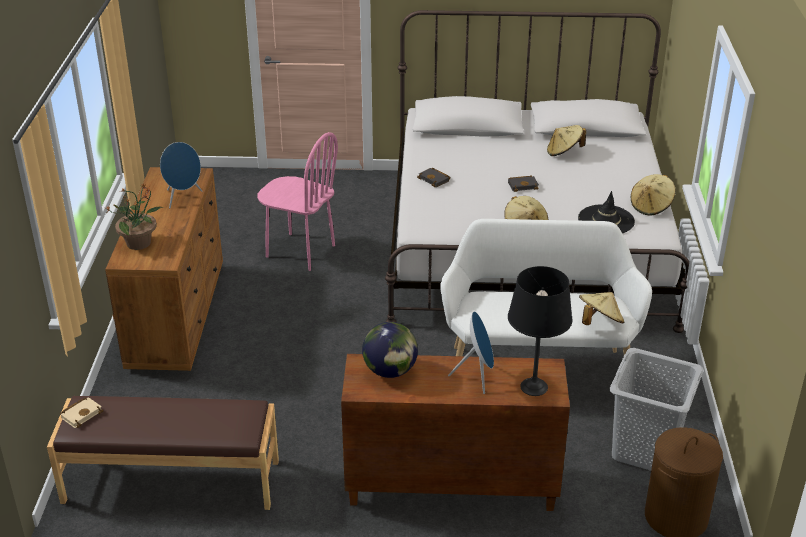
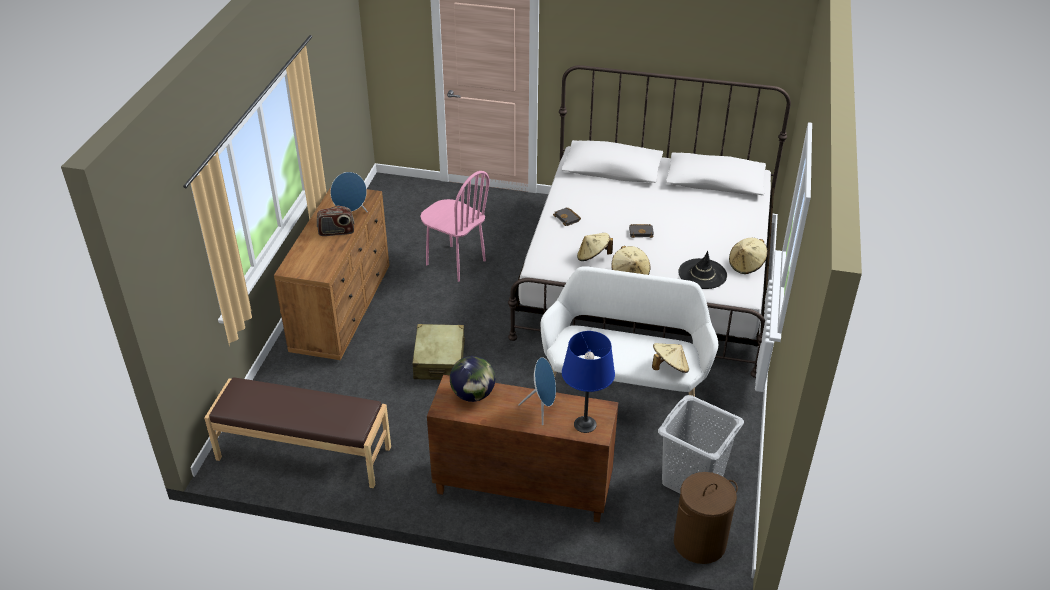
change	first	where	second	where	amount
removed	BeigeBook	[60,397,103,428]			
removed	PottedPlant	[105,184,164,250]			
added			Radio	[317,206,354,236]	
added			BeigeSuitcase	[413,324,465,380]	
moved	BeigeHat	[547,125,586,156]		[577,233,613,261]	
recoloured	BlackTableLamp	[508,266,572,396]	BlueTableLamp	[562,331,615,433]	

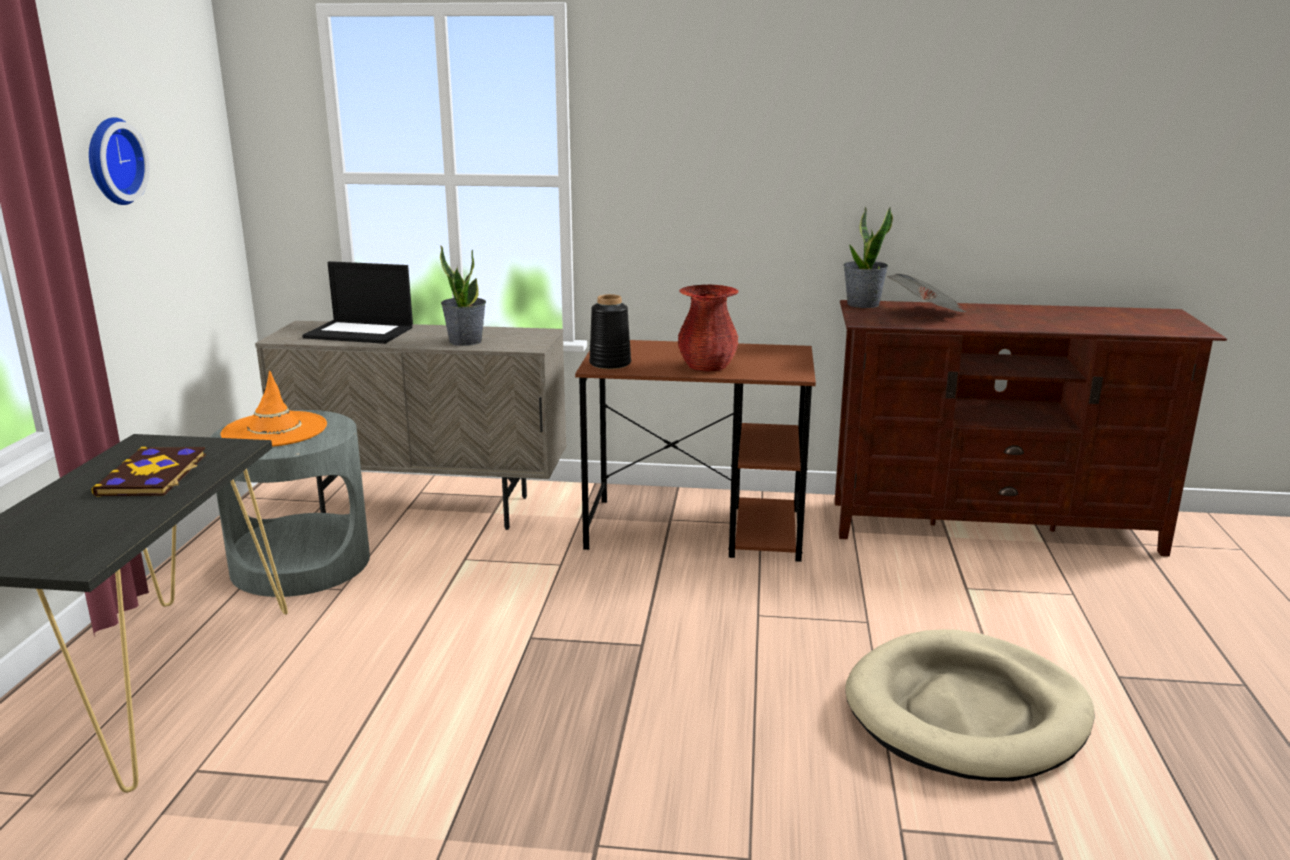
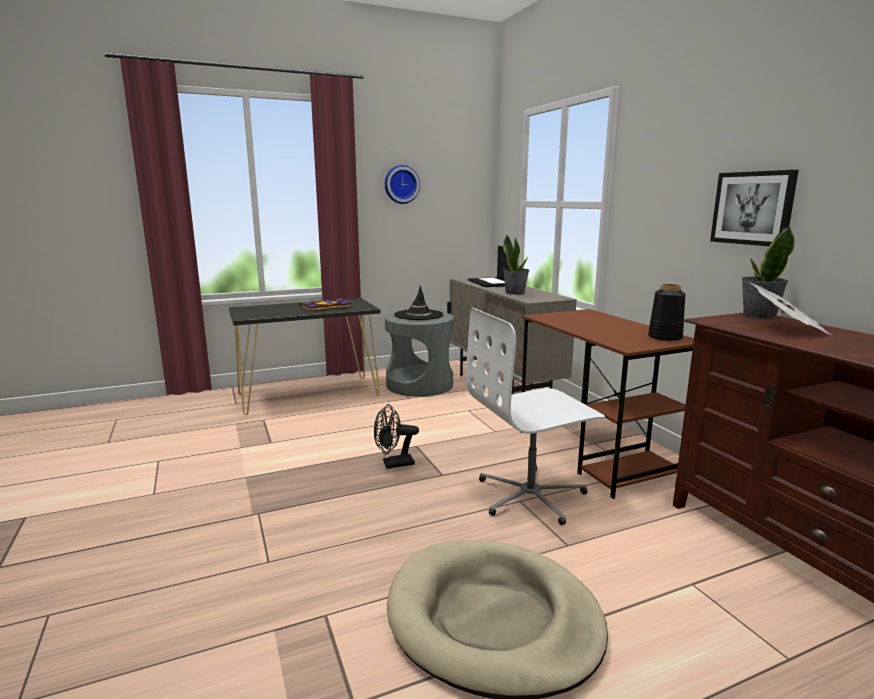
change	first	where	second	where	amount
removed	RedVase	[677,285,738,372]			
added			BlackFan	[374,404,419,469]	
added			WhiteOfficeChair	[466,308,605,525]	
added			Picture	[710,170,799,246]	
moved	BlackVase	[589,294,631,369]		[648,283,686,341]	
recoloured	OrangeHat	[220,371,327,447]	BlackHat	[394,285,444,320]	

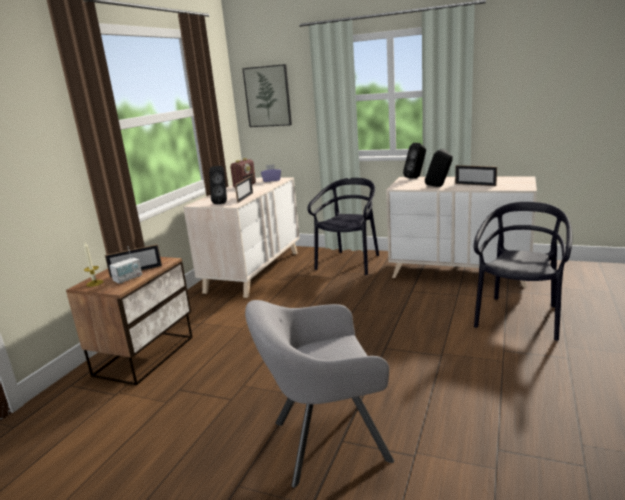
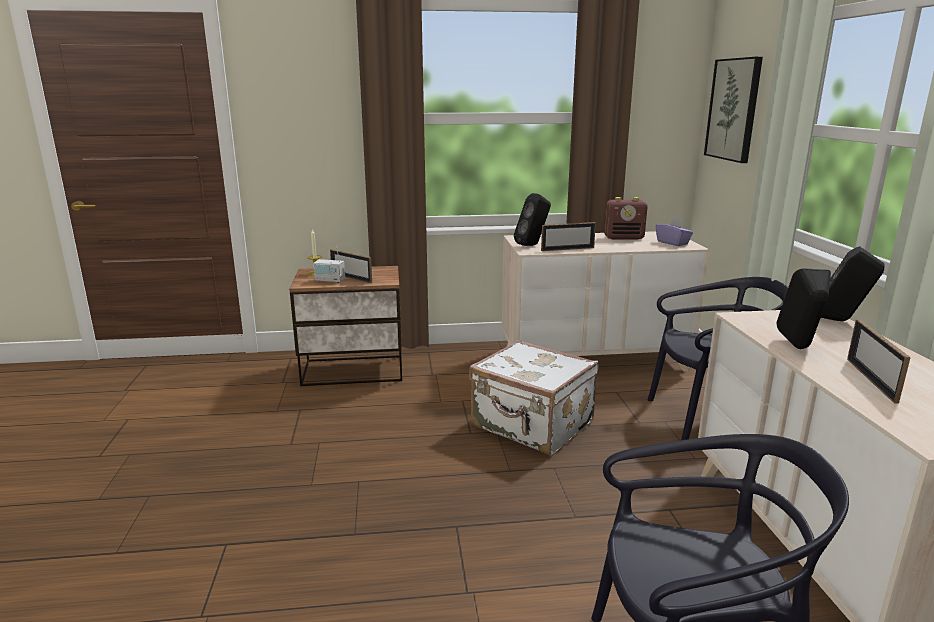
change	first	where	second	where	amount
removed	GreyArmchair	[245,300,394,488]			
added			WhiteSuitcase	[469,340,598,455]	

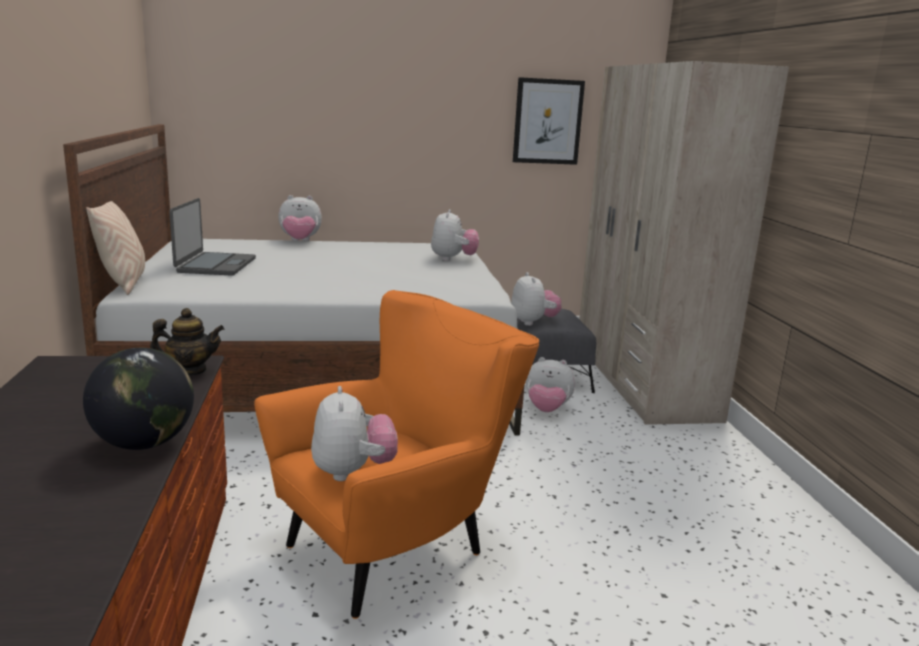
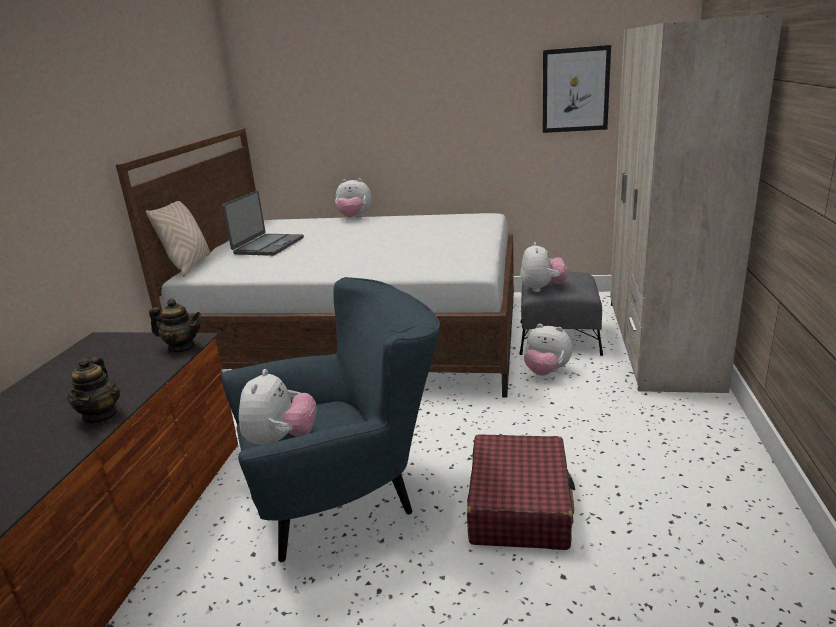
change	first	where	second	where	amount
removed	PlushToy	[431,209,479,261]			
added			RedSuitcase	[467,434,575,550]	
replaced	Globe	[83,348,194,450]	Teapot	[67,357,120,424]	
recoloured	OrangeArmchair	[254,290,539,619]	BlueArmchair	[221,277,440,562]	

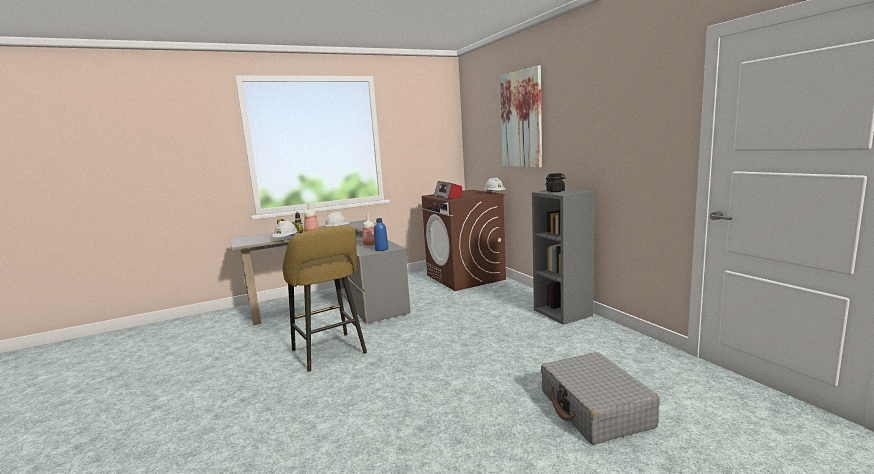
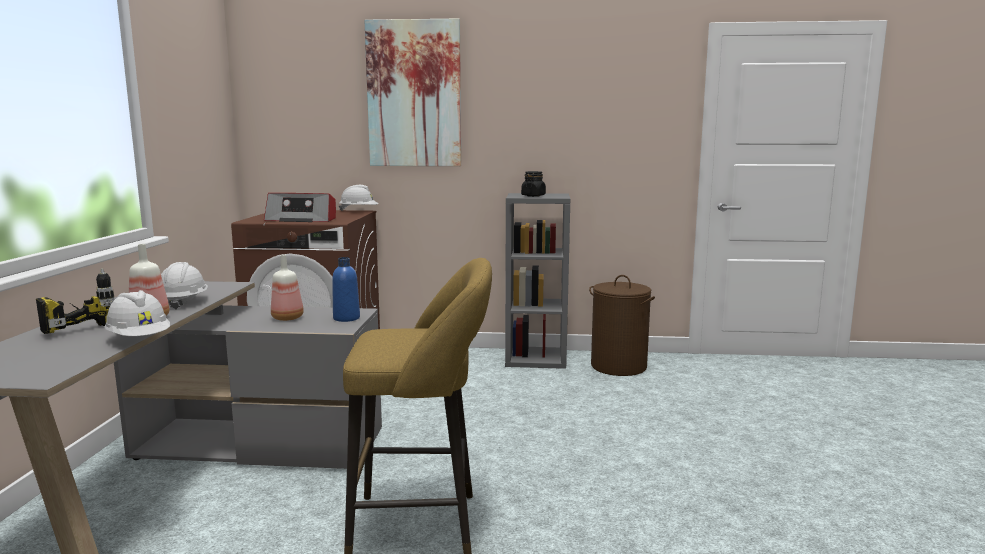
change	first	where	second	where	amount
removed	GreySuitcase	[541,352,660,445]			
added			BrownLaundryBasket	[589,275,655,376]	

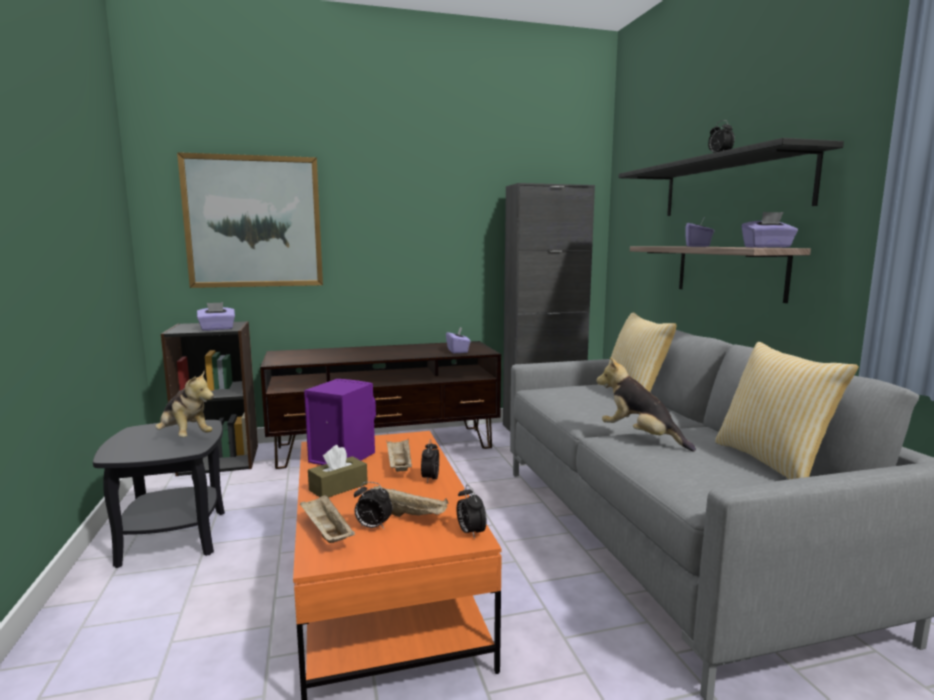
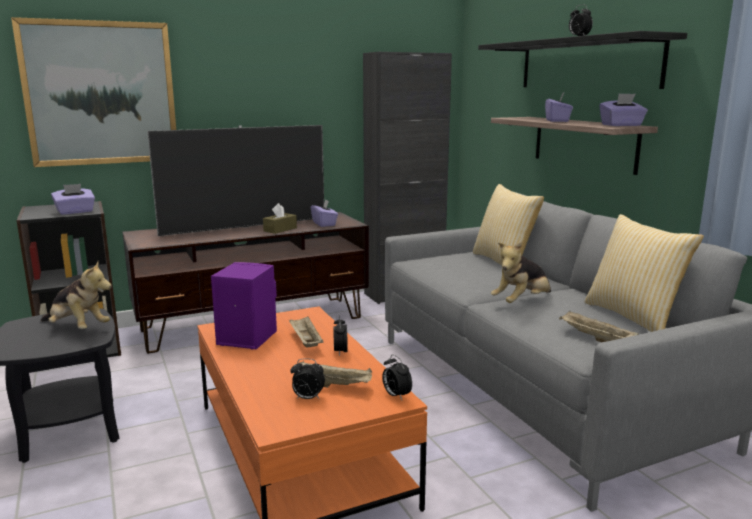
change	first	where	second	where	amount
added			Television	[147,125,324,236]	
moved	BeigeTray	[299,494,355,543]		[559,311,639,342]	
moved	BrownTissueBox	[308,445,368,498]		[263,203,297,234]	
turned	PlushToy	[596,357,696,451]		[491,242,551,303]	75 degrees counterclockwise

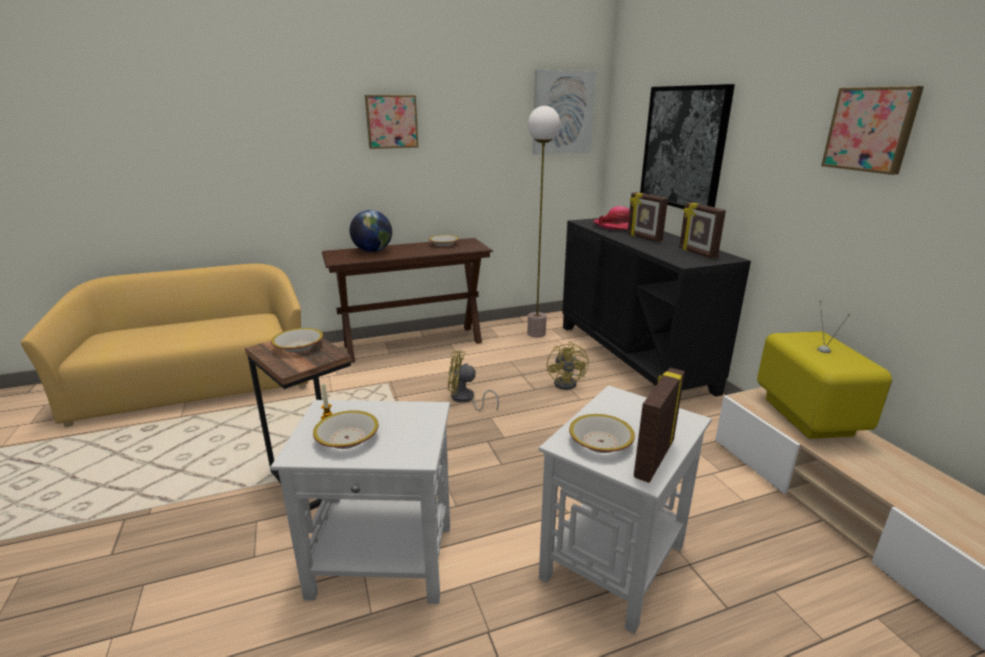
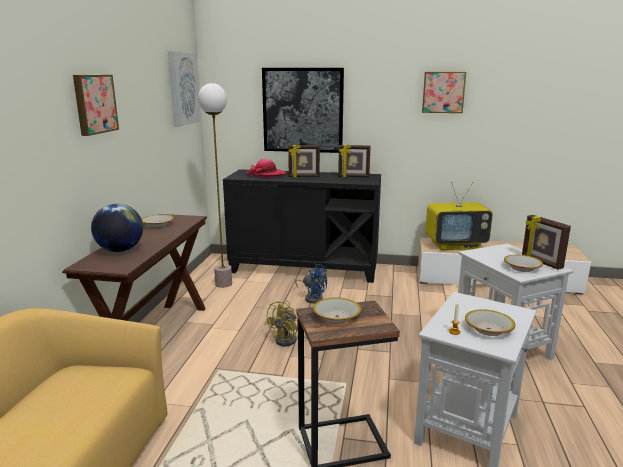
change	first	where	second	where	amount
recoloured	YellowFan	[547,341,589,390]	BlueFan	[295,263,327,303]	
turned	Television	[757,300,892,439]		[425,182,493,250]	150 degrees clockwise

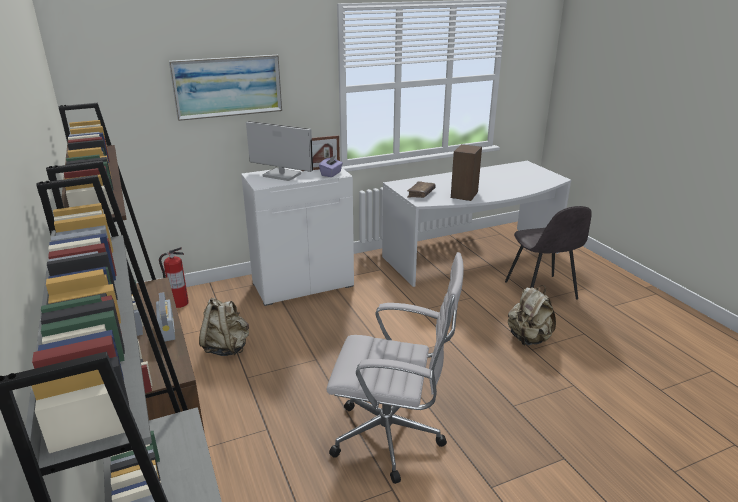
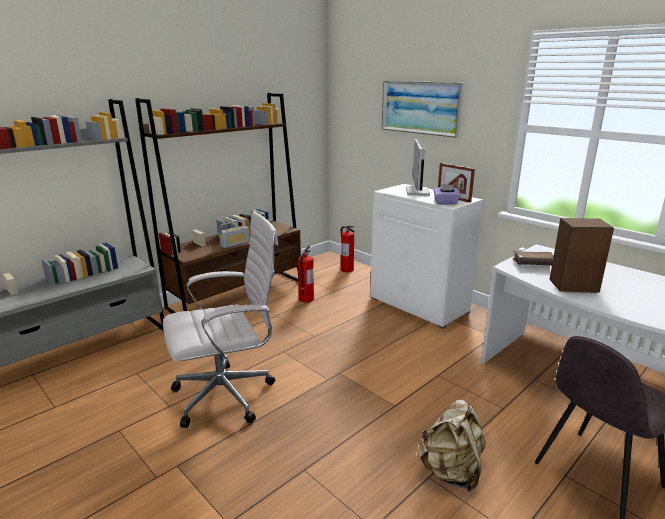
change	first	where	second	where	amount
replaced	BeigeBackpack	[199,298,249,356]	FireExtinguisher	[298,245,314,303]	
turned	WhiteOfficeChair	[326,252,464,484]		[163,211,279,428]	105 degrees counterclockwise

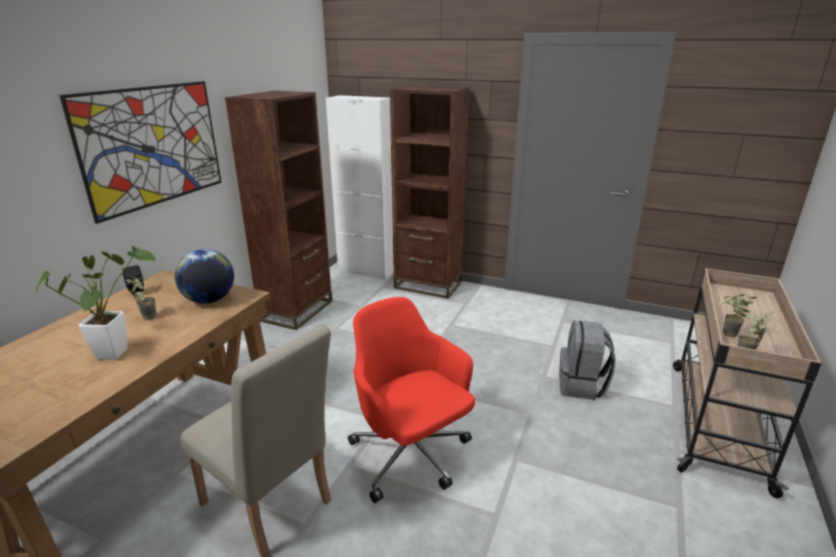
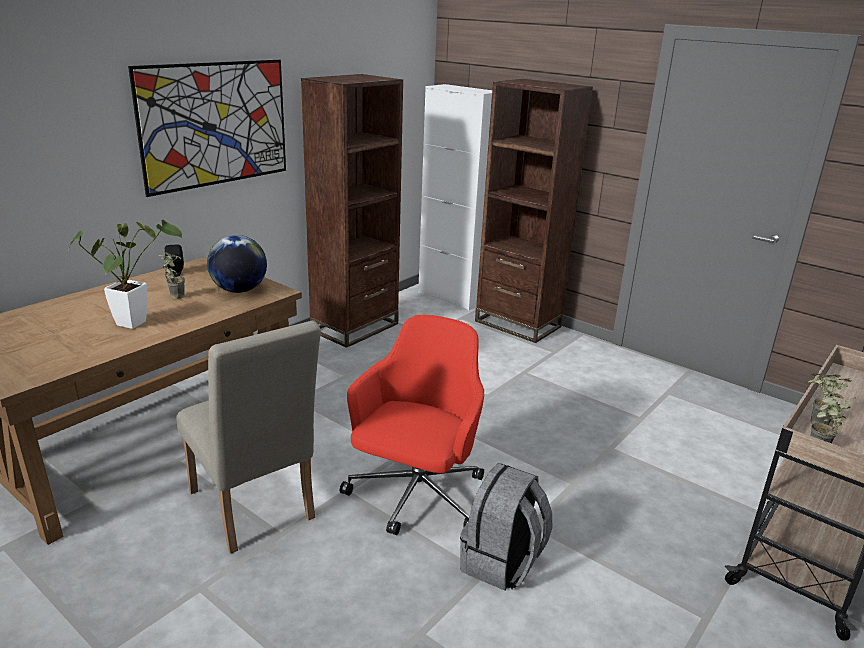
change	first	where	second	where	amount
moved	GreyBackpack	[559,321,615,400]		[460,463,552,591]	
turned	RedOfficeChair	[348,297,475,503]		[340,315,484,535]	45 degrees clockwise

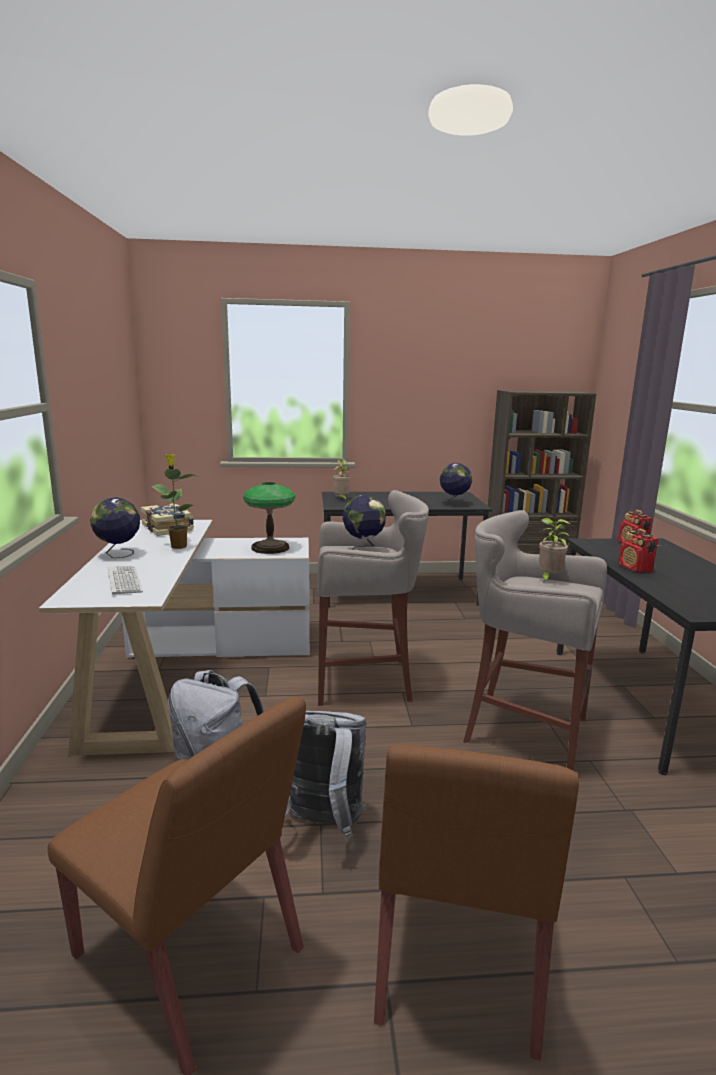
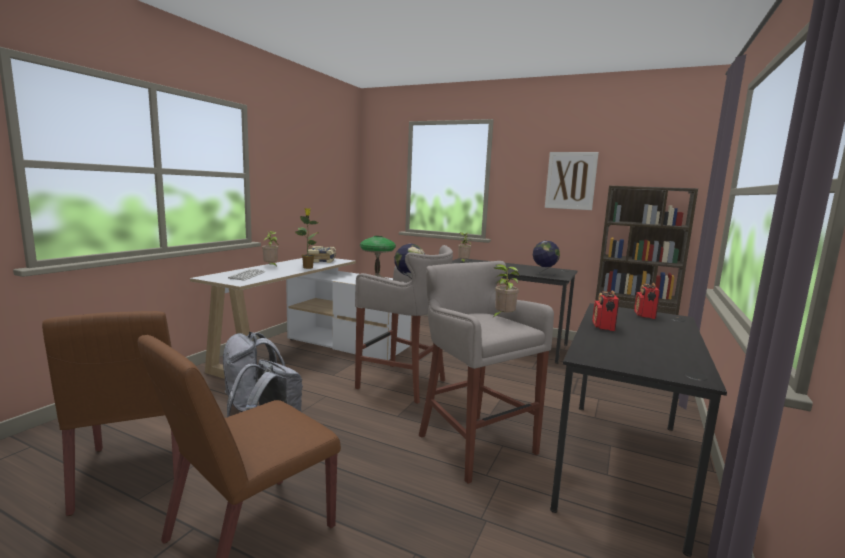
change	first	where	second	where	amount
added			Picture	[545,152,599,210]	
replaced	Globe	[90,497,140,558]	PottedPlant	[262,231,278,267]	

